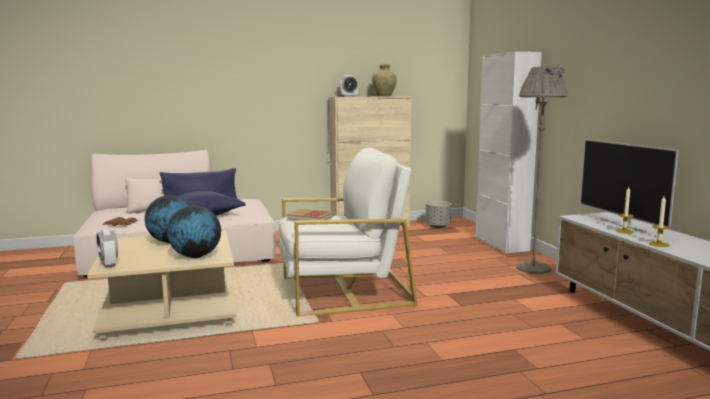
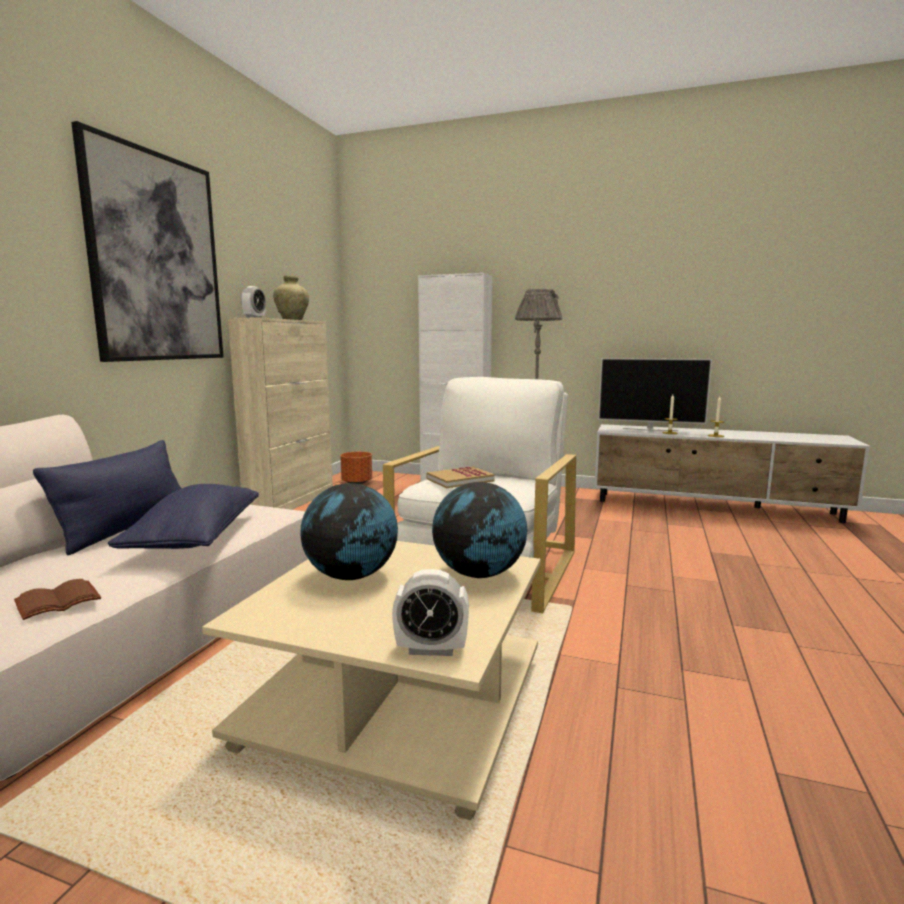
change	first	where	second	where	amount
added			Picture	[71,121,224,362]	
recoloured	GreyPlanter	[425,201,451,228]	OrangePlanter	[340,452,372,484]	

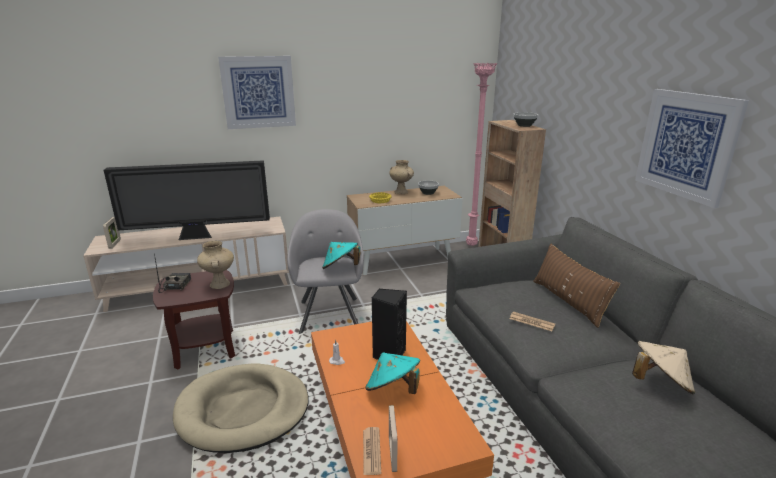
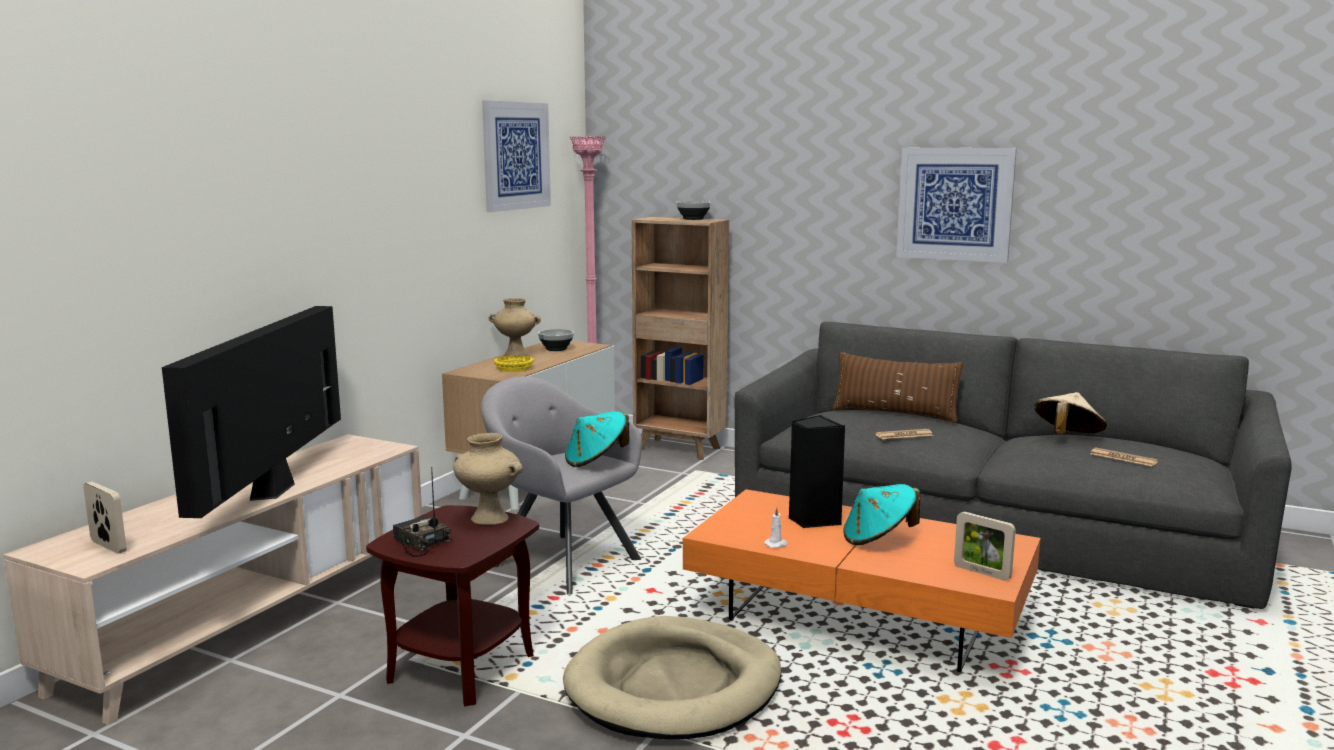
change	first	where	second	where	amount
moved	Picture	[218,56,296,129]		[482,100,551,212]	
moved	Newspaper	[363,427,381,475]		[1090,447,1158,466]	
turned	Television	[104,160,270,240]		[162,306,341,518]	150 degrees clockwise

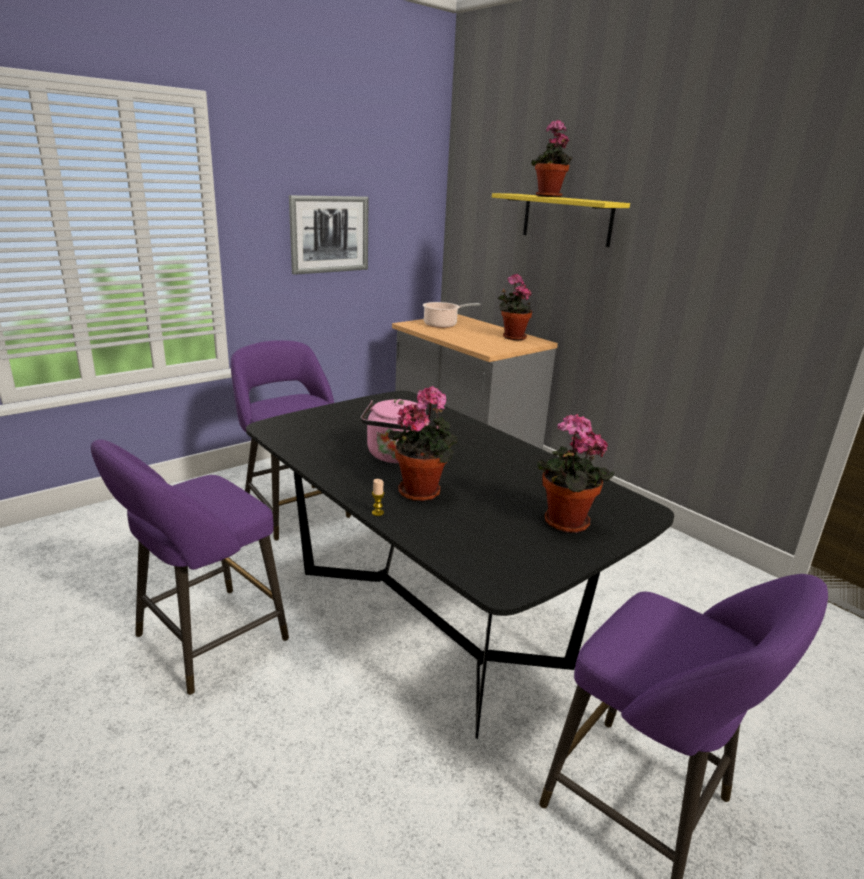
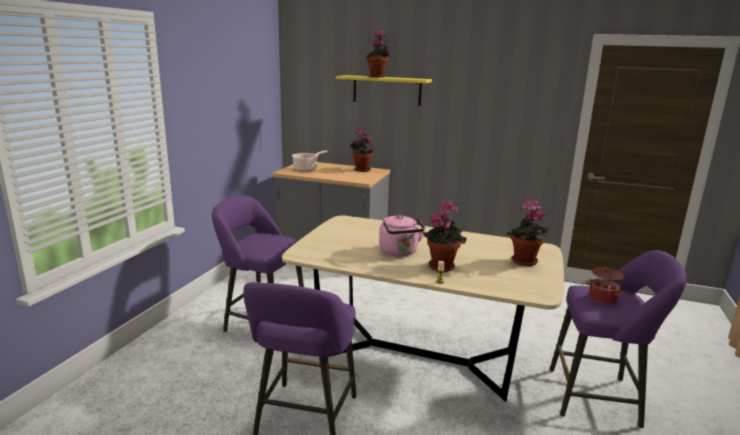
change	first	where	second	where	amount
removed	Picture	[289,195,368,275]			
added			CookingPot	[586,266,625,304]	
recoloured	BlackDiningTable	[246,391,674,739]	BeigeDiningTable	[282,215,564,402]	

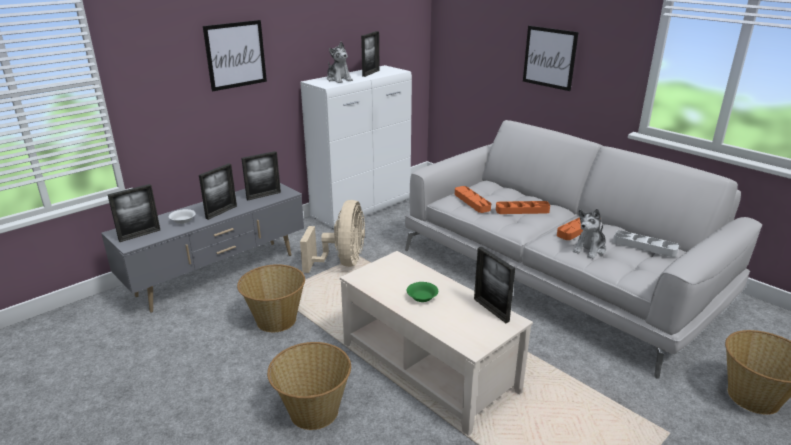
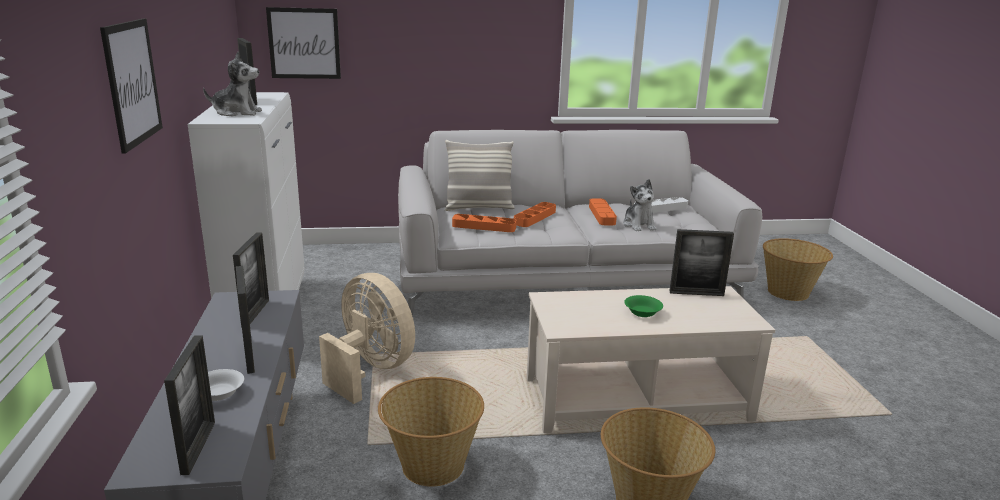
change	first	where	second	where	amount
added			Pillow	[445,140,515,211]	
moved	Picture	[523,26,579,91]		[266,7,341,79]	

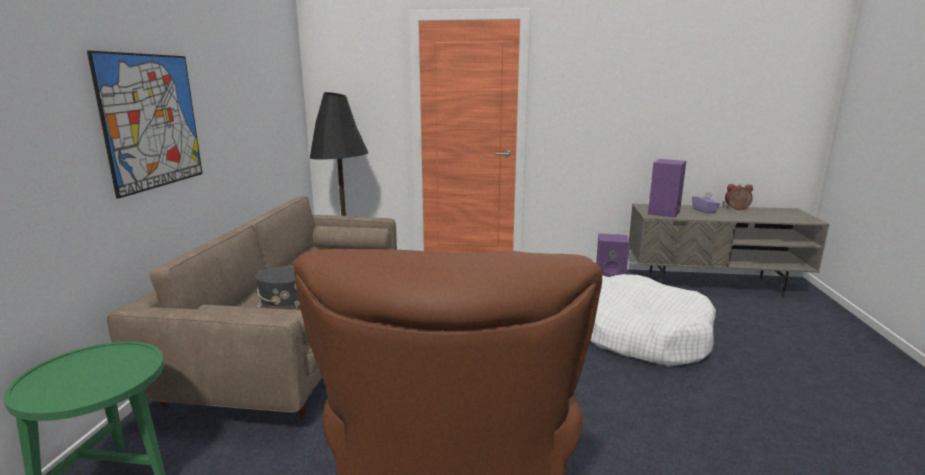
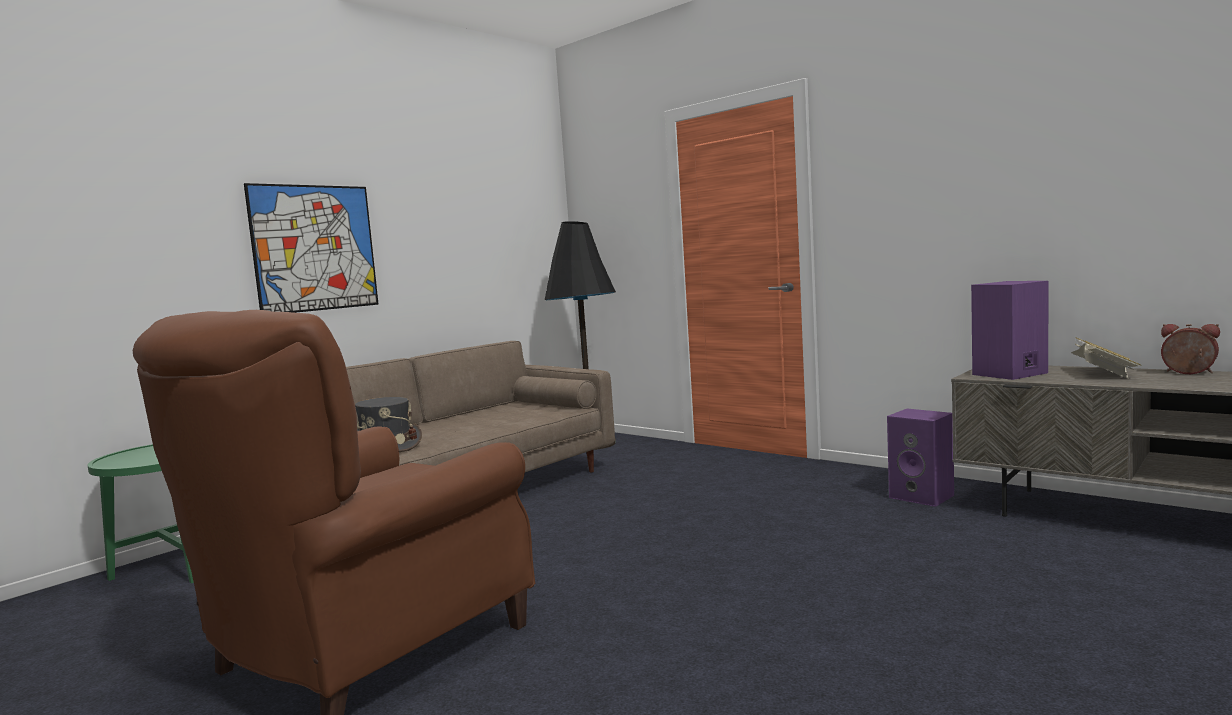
change	first	where	second	where	amount
removed	WhiteDogBed	[590,274,716,367]			
replaced	PurpleTissueBox	[692,192,720,213]	Book	[1071,337,1140,379]	

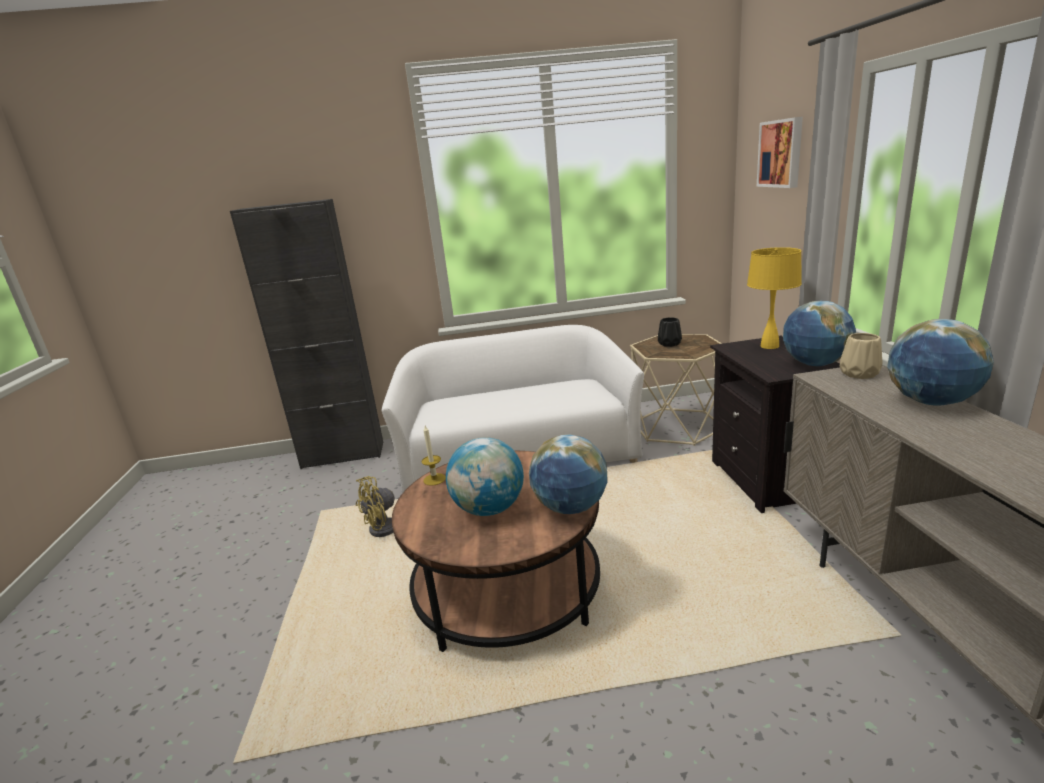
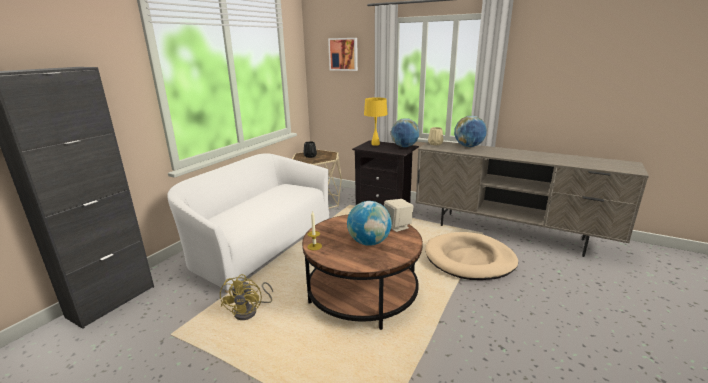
change	first	where	second	where	amount
added			BeigeDogBed	[425,232,518,280]	
replaced	Globe	[529,434,608,514]	BeigeSpeaker	[384,199,414,232]	

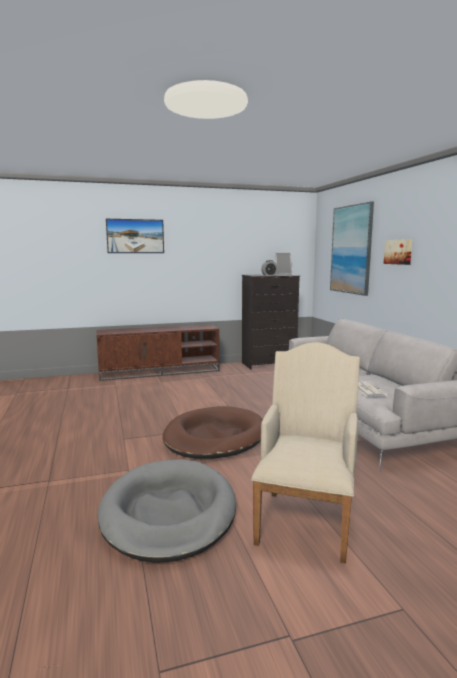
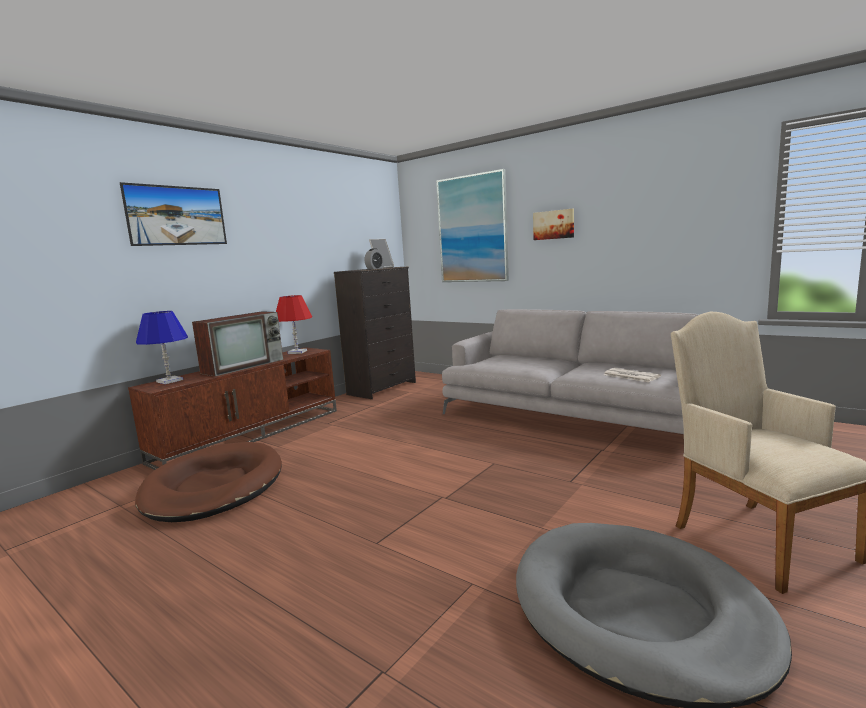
change	first	where	second	where	amount
added			BlueTableLamp	[136,311,188,384]	
added			Television	[192,312,283,377]	
added			RedTableLamp	[276,295,312,354]	
moved	BrownDogBed	[163,406,263,459]		[135,442,282,522]	

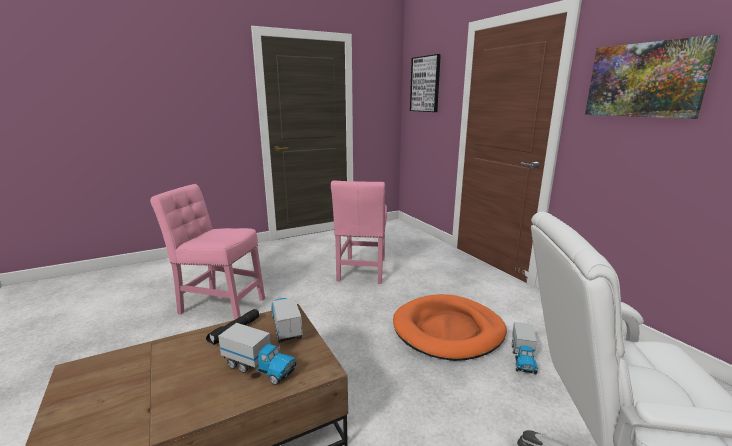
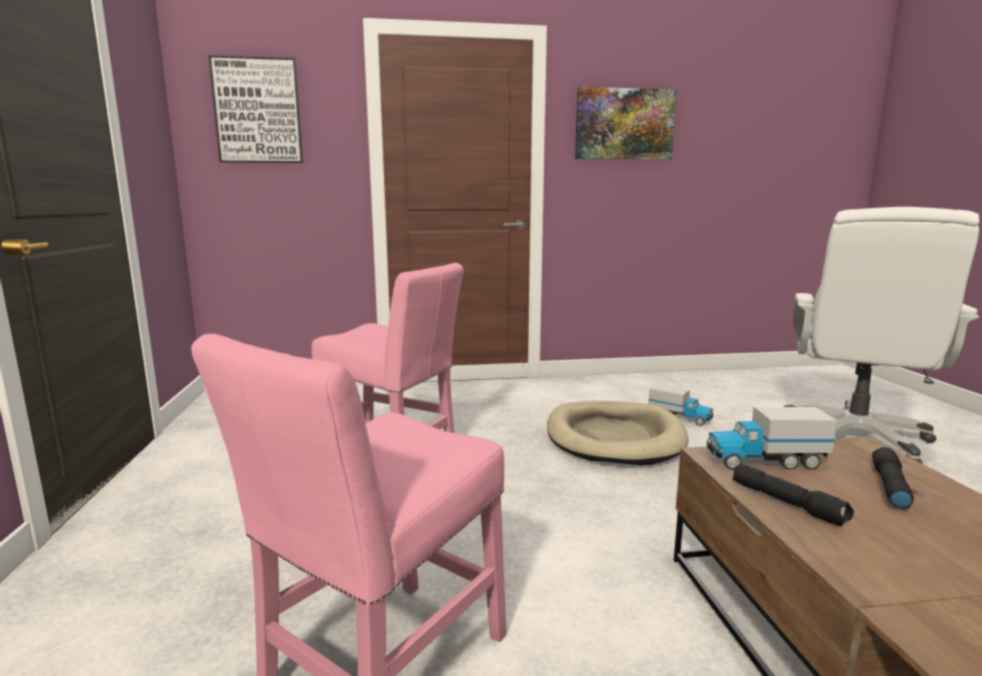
change	first	where	second	where	amount
replaced	ToyTruck	[218,323,296,385]	BlackFlashlight	[872,447,914,509]	
recoloured	OrangeDogBed	[393,294,507,361]	BeigeDogBed	[547,401,689,466]	

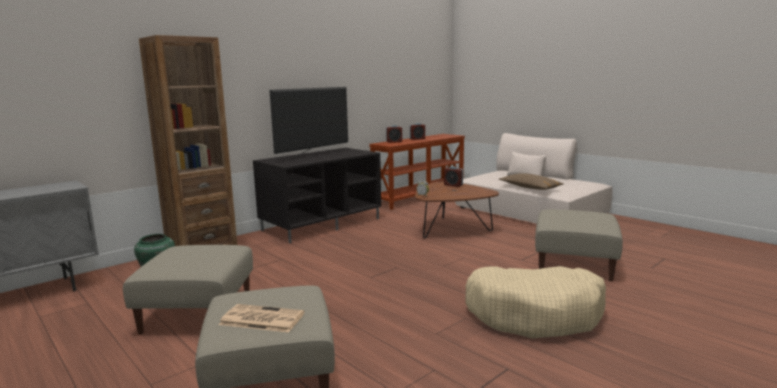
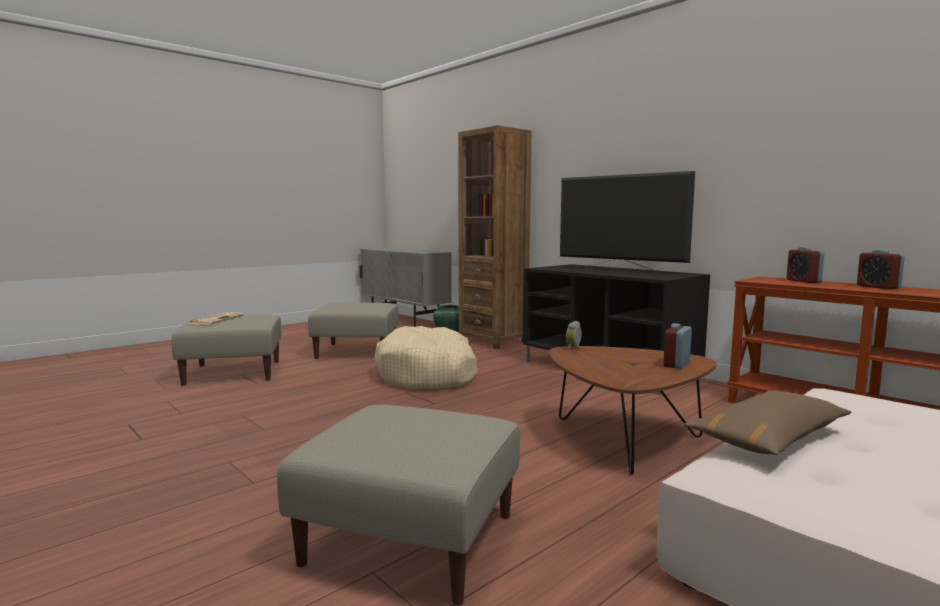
change	first	where	second	where	amount
moved	BeigeDogBed	[465,266,606,339]		[374,326,478,390]	

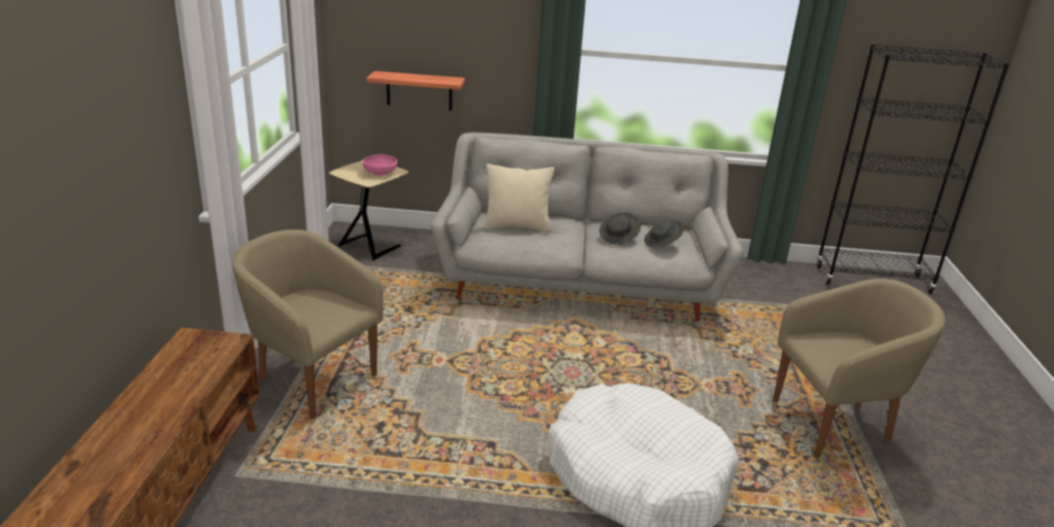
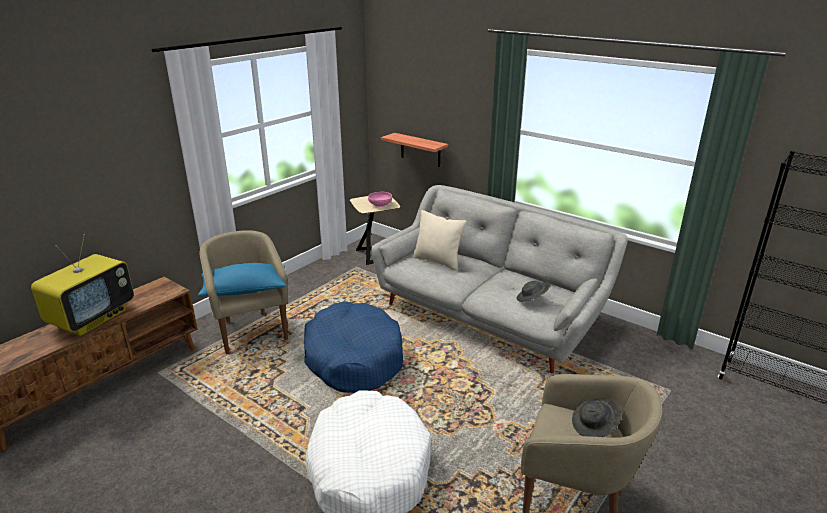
change	first	where	second	where	amount
added			Television	[31,235,134,336]	
added			BluePillow	[198,263,286,297]	
added			BlueDogBed	[304,302,403,393]	
moved	GreyHat	[599,212,641,245]		[572,399,621,437]	

